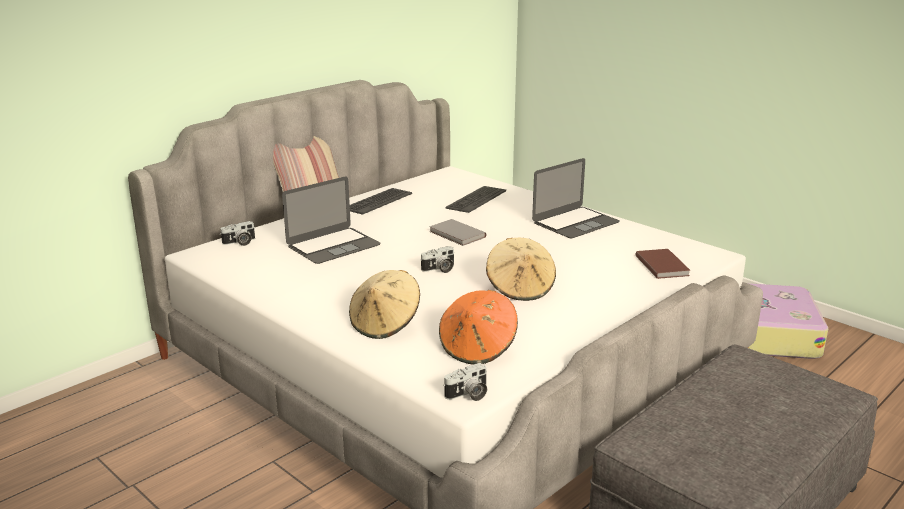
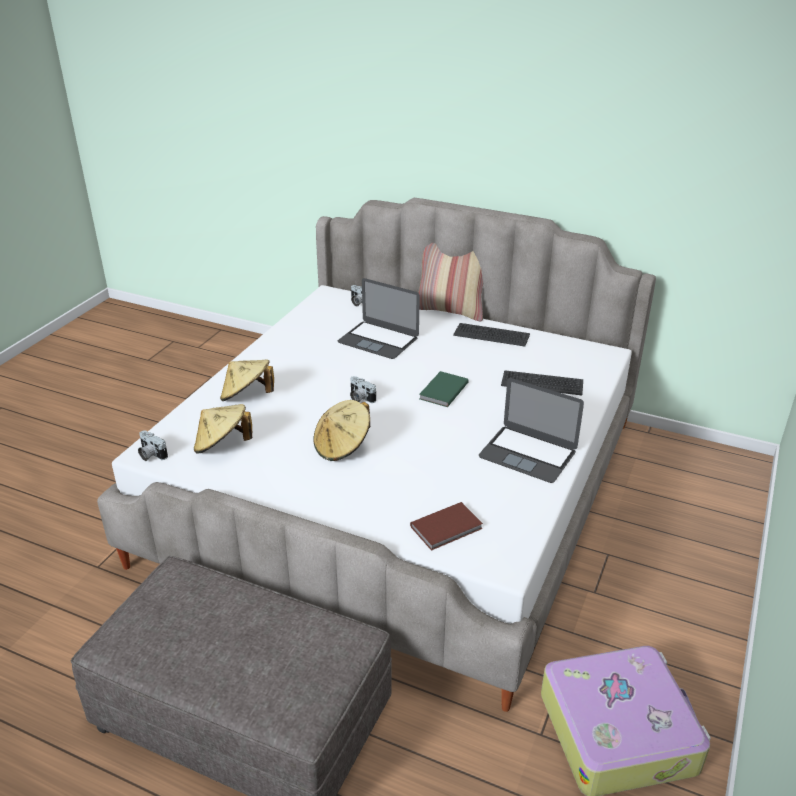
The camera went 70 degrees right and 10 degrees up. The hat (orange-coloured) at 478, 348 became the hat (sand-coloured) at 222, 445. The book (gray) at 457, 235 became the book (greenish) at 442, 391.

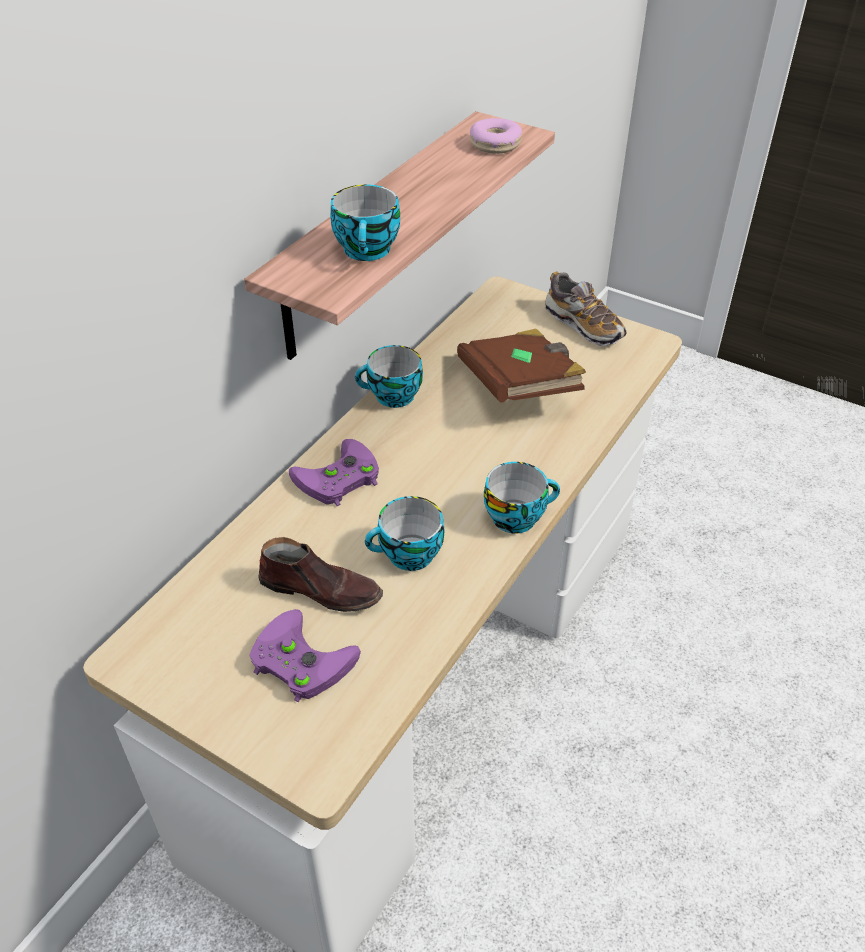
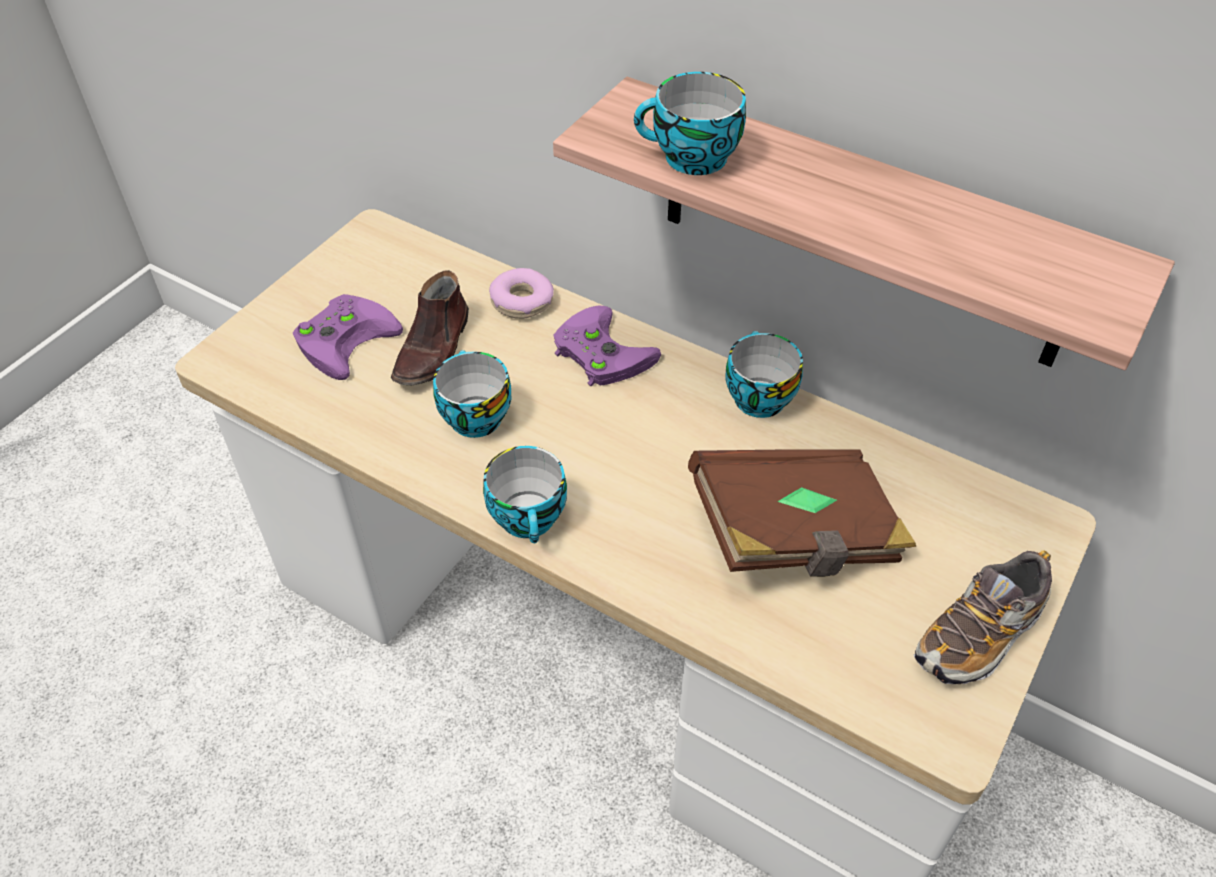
The camera went 90 degrees right and 5 degrees up. The ring doughnut moved from 495, 144 to 522, 302.

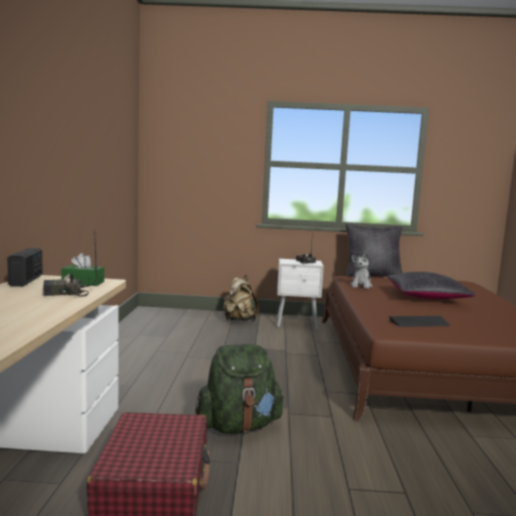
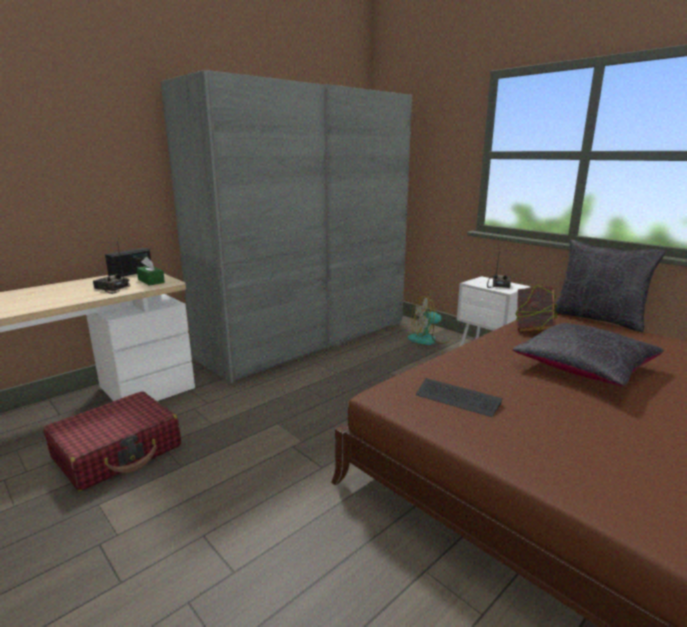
The camera went 45 degrees right and 10 degrees up. The clothes cupboard (gray) at 306, 339 appeared. The rucksack (sand-coloured) at 238, 321 was replaced by the electric fan at 428, 339. The plush toy at 361, 286 was replaced by the book at 532, 330. The rucksack (greenish) at 238, 426 disappeared.

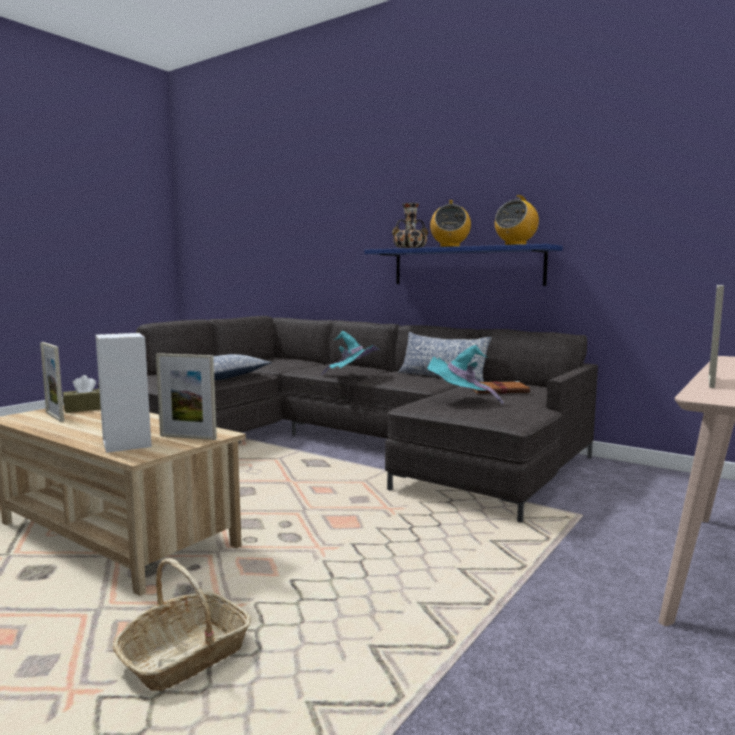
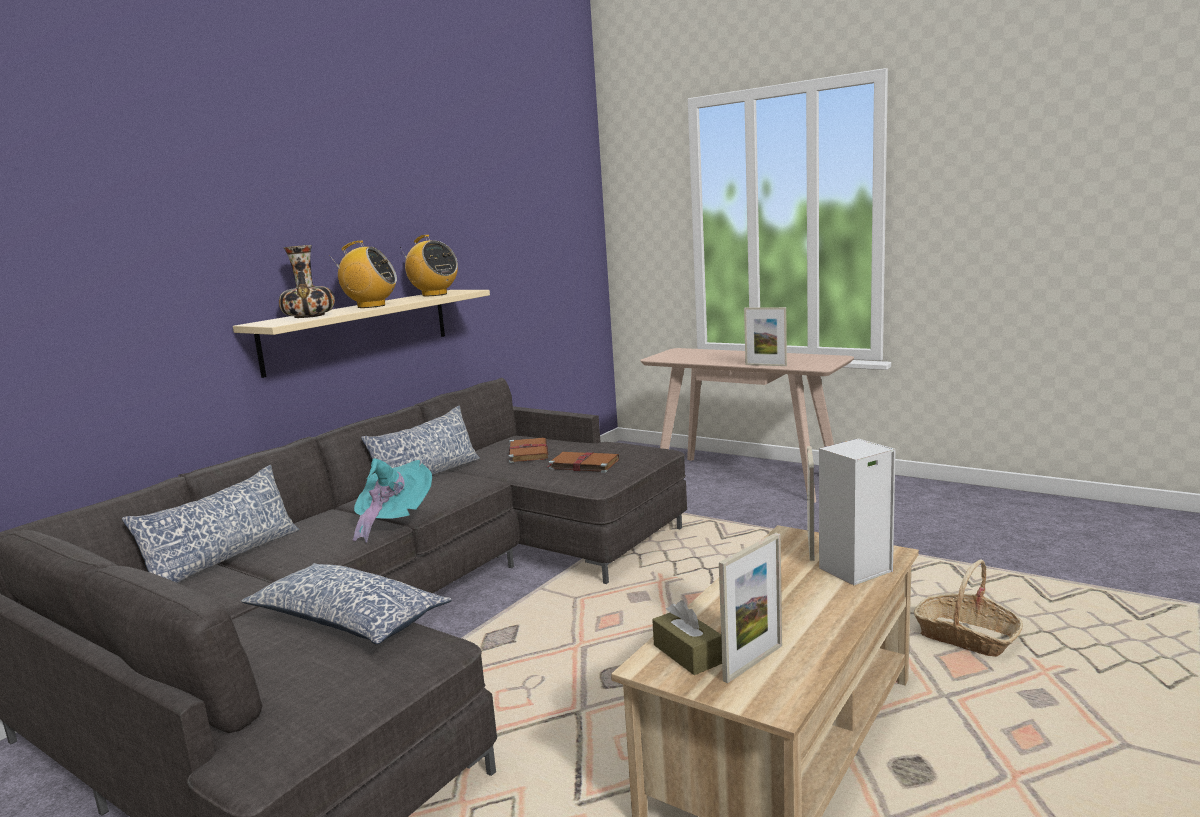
The camera went 90 degrees left and 5 degrees up. The throw pillow at 223, 559 appeared. The bracket shelf (bluish) at 466, 266 became the bracket shelf (sand-coloured) at 359, 330. The hat (turquoise-coloured) at 460, 401 was replaced by the book (brown) at 583, 464.

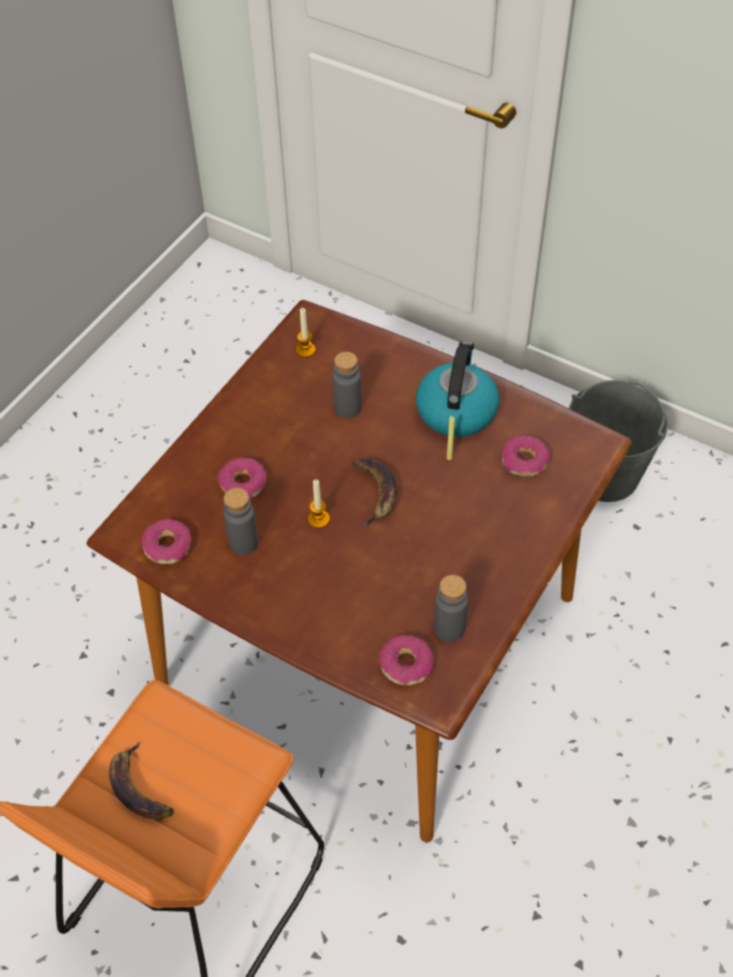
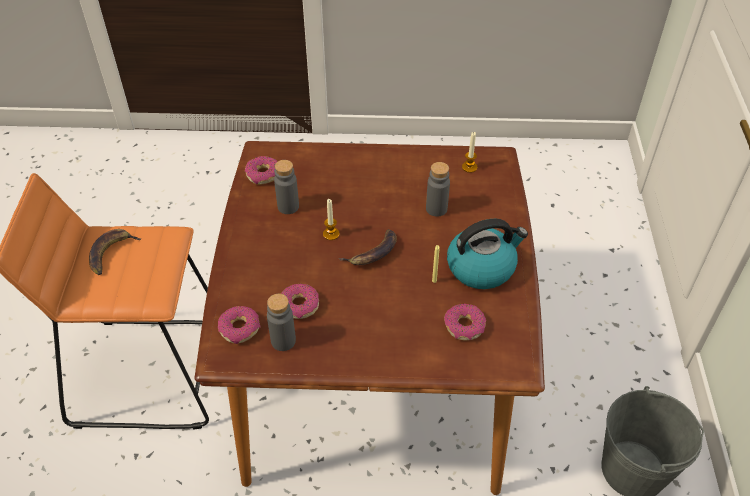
The camera went 60 degrees right and 5 degrees down. The ring doughnut moved from 243, 484 to 299, 306.

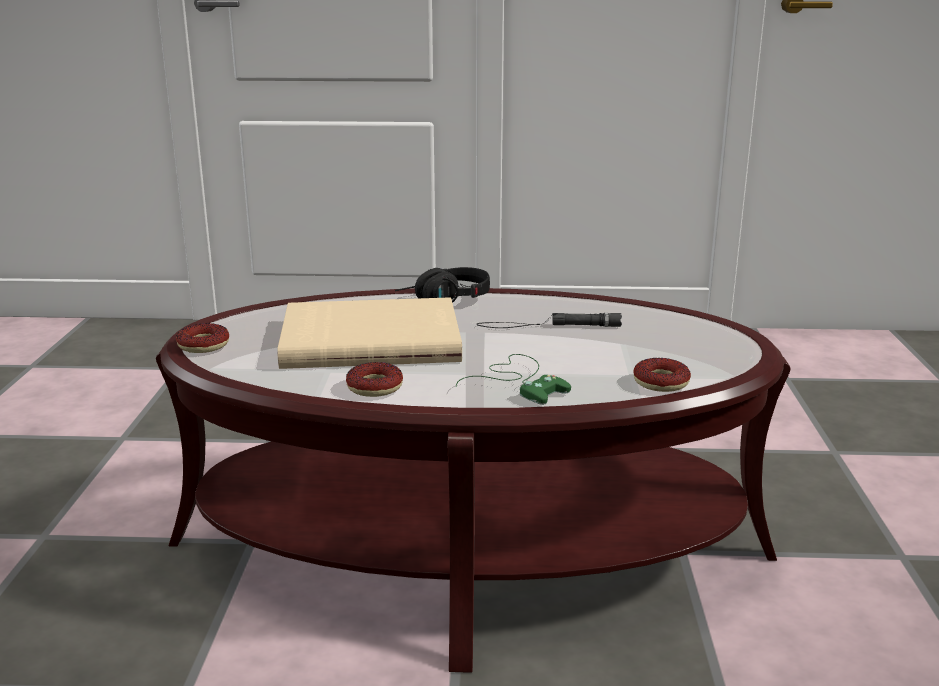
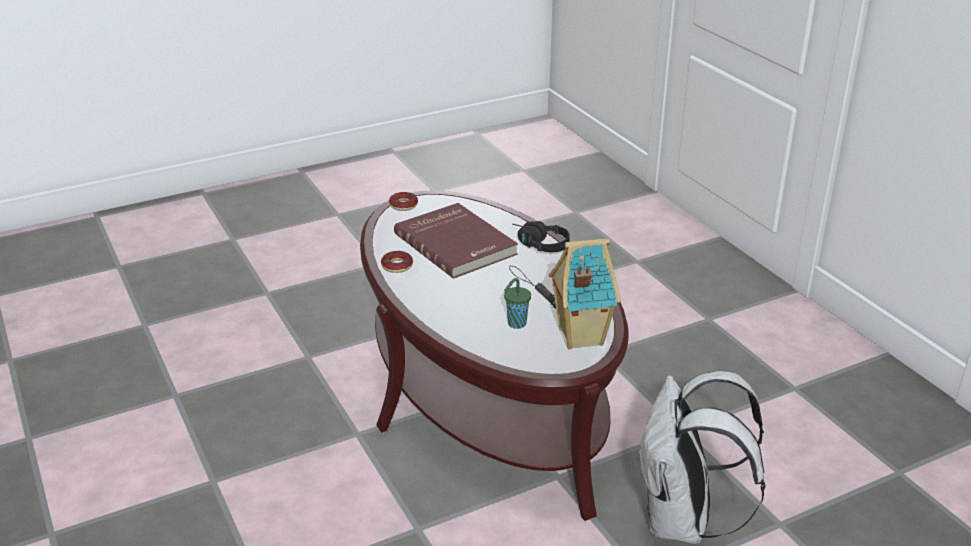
The camera went 60 degrees right and 10 degrees up. The book (sand-coloured) at 371, 339 became the book (red) at 457, 243. The drinking cup (greenish) at 516, 324 appeared. The miniature house at 579, 336 appeared. The rucksack (whitish) at 682, 521 appeared. The gamepad (greenish) at 519, 381 disappeared. The ring doughnut at 661, 382 disappeared.

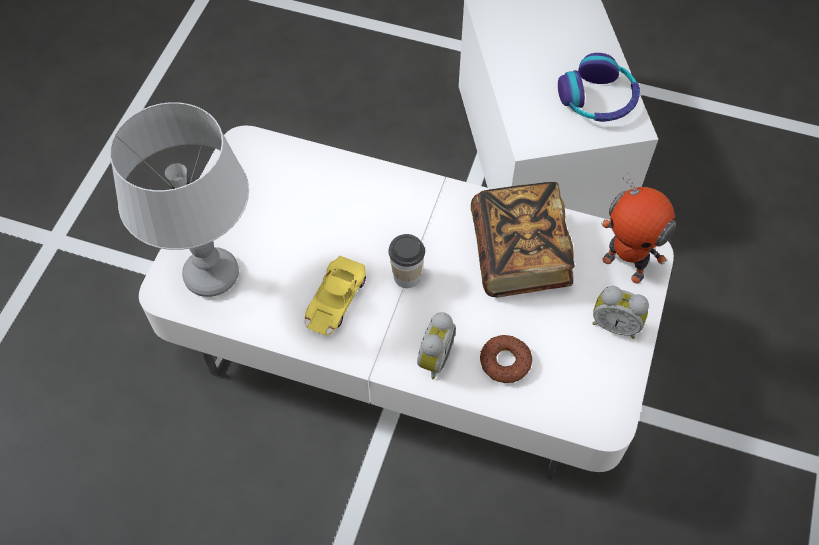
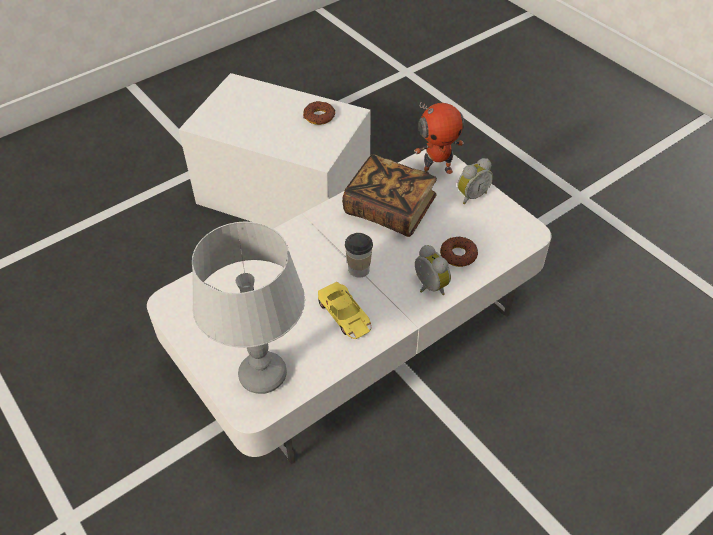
The camera went 55 degrees left and 10 degrees down. The headset at 598, 99 was replaced by the ring doughnut at 319, 116.

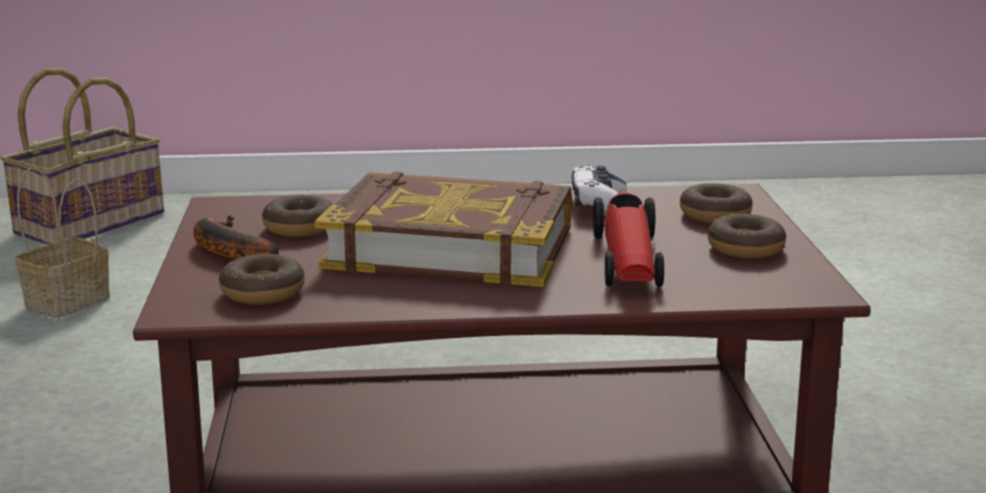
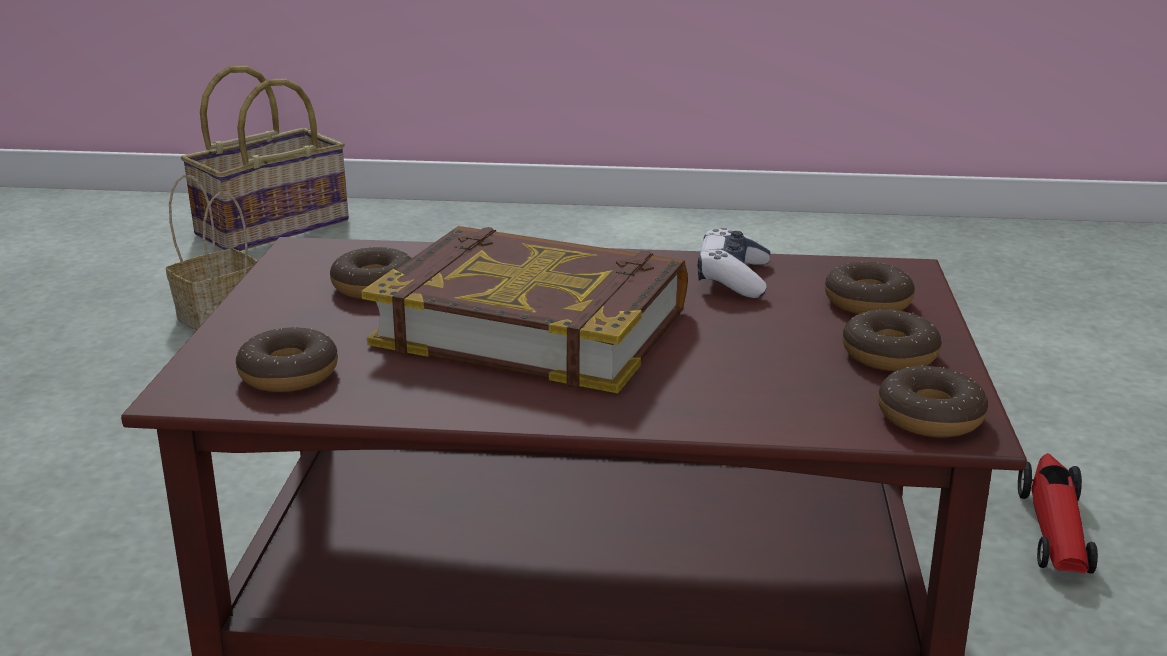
The camera went 10 degrees right and 5 degrees up. The ring doughnut at 930, 417 appeared. The miniature car moved from 627, 259 to 1054, 530. The whole banana at 225, 250 disappeared.

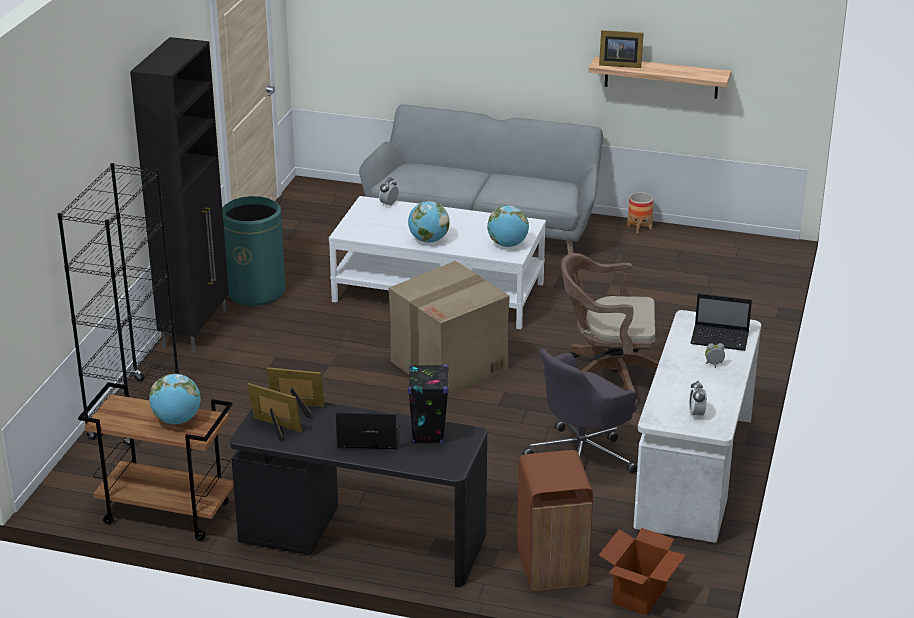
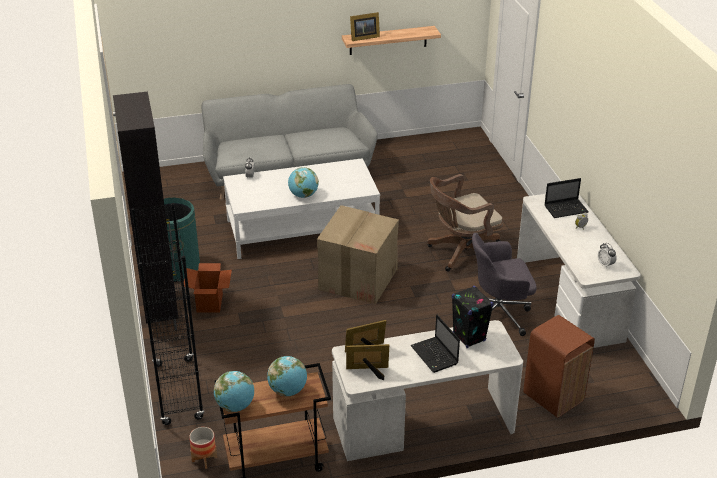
The camera went 30 degrees left and 5 degrees up. The packing box moved from 639, 596 to 209, 303. The plant pot moved from 639, 227 to 204, 459. The desk globe moved from 508, 245 to 235, 406. The desk table (black-coloured) at 362, 539 became the desk table (whitish) at 423, 425. The portable computer at 367, 439 turned 90 degrees counterclockwise. The office chair (gray) at 582, 456 turned 60 degrees clockwise.

